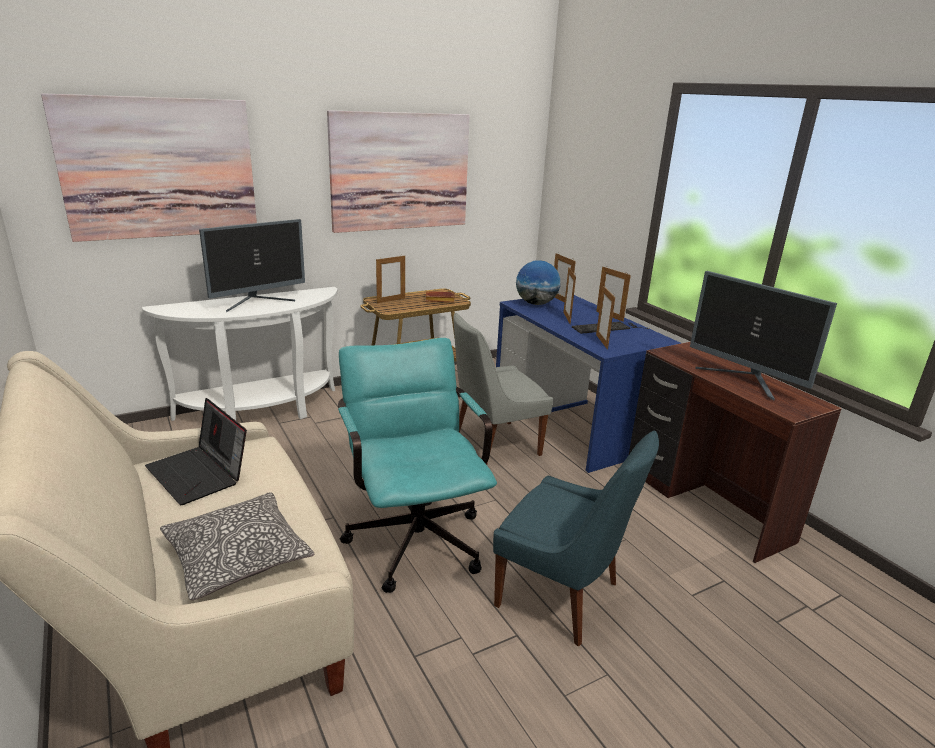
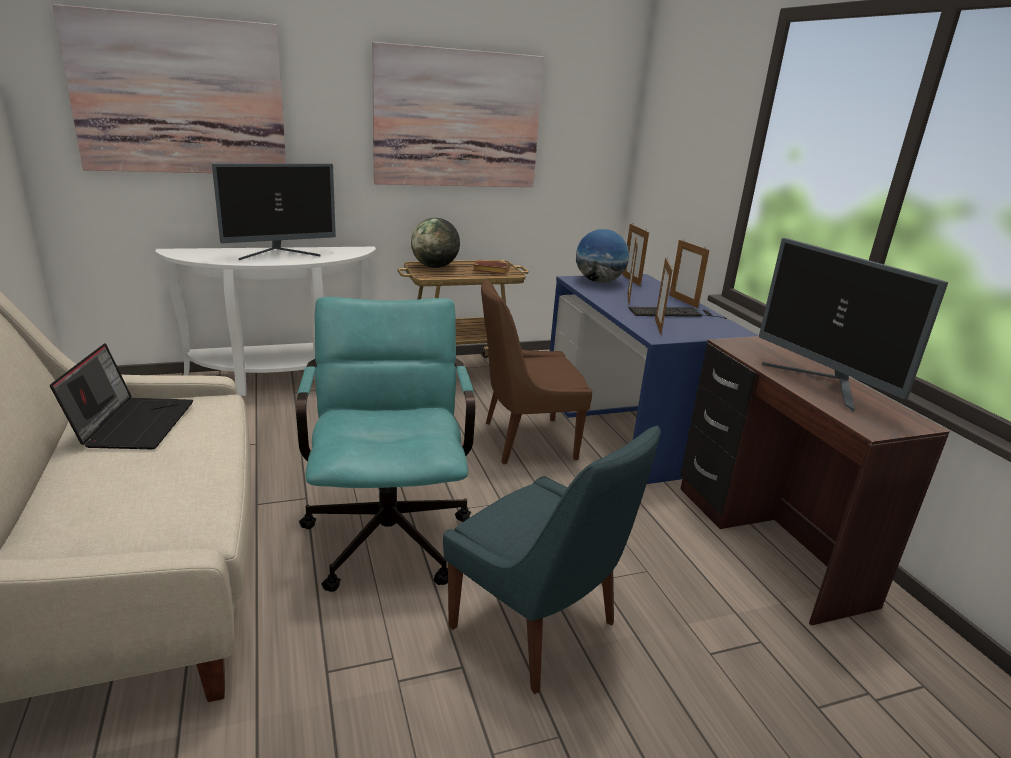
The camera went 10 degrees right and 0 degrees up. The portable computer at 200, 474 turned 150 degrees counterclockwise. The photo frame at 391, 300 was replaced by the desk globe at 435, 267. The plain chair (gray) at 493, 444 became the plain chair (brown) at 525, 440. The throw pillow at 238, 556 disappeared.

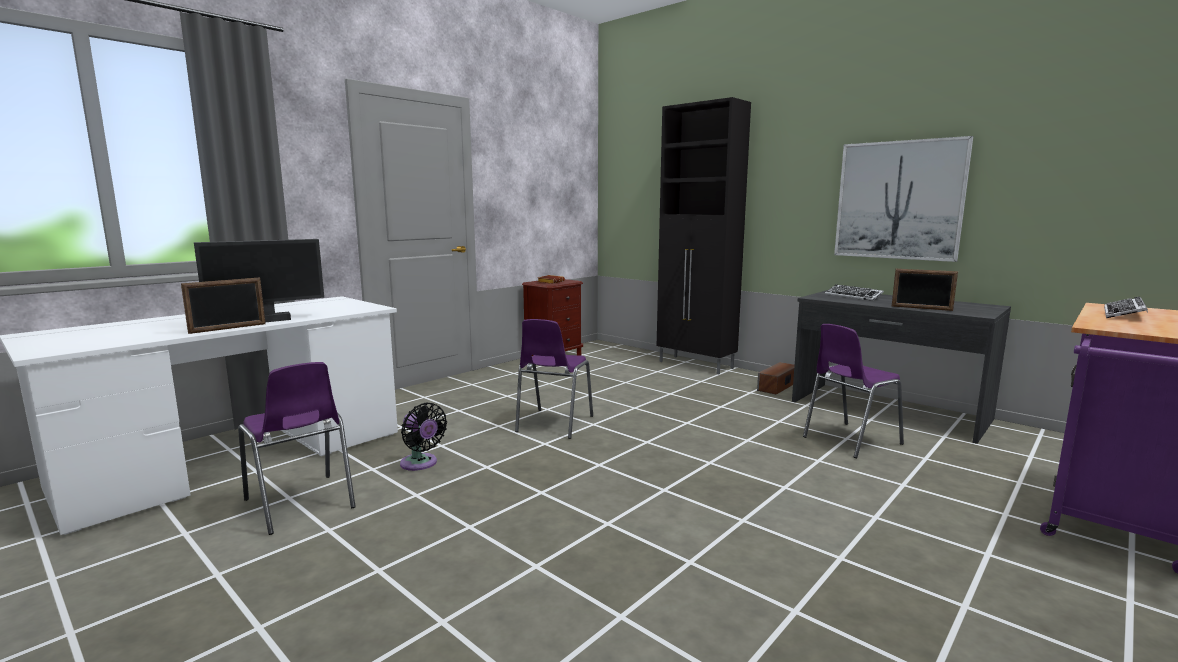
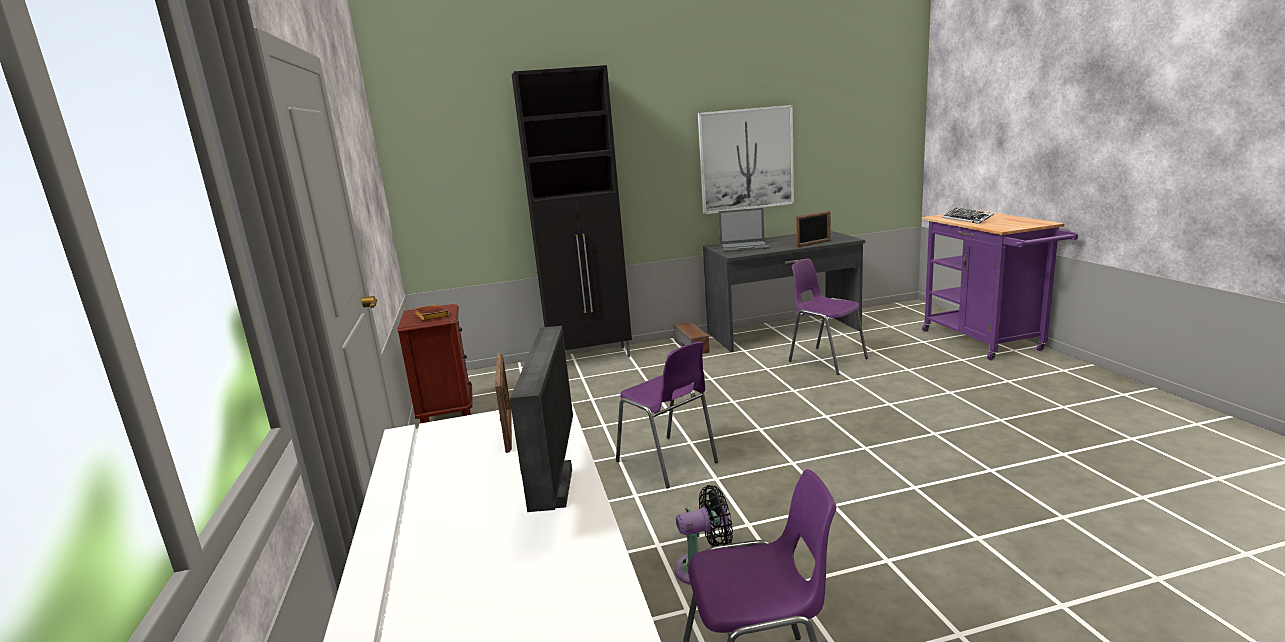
The camera went 55 degrees left and 5 degrees up. The photo frame moved from 228, 328 to 508, 430. The computer keyboard at 853, 296 was replaced by the portable computer at 745, 247. The plain chair (purple) at 849, 440 turned 135 degrees clockwise.

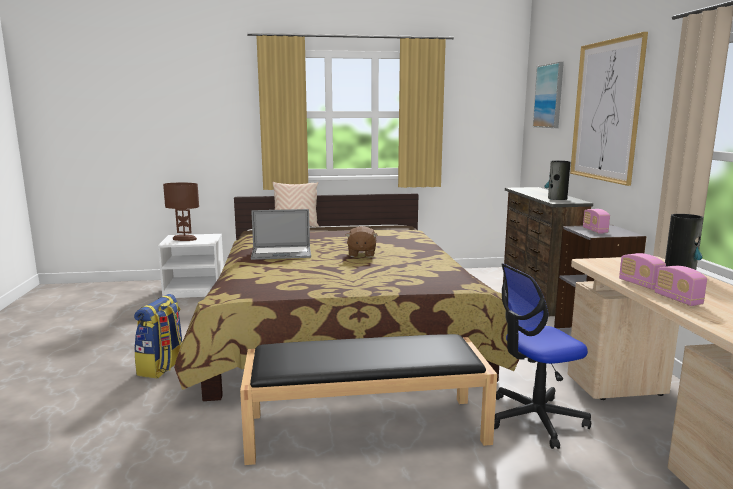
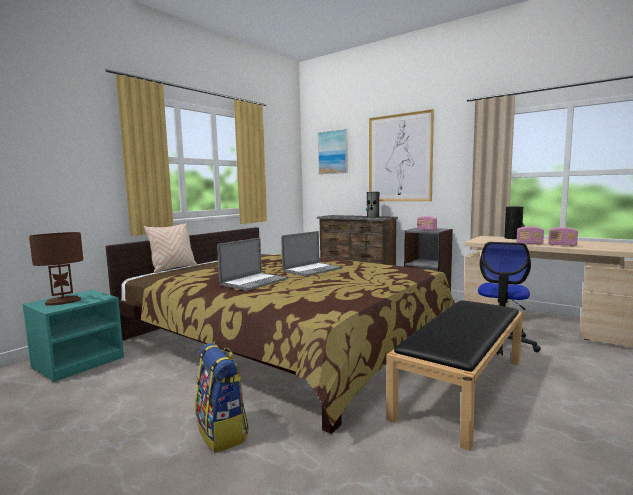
The camera went 45 degrees left and 5 degrees down. The bedside table (whitish) at 195, 290 became the bedside table (turquoise-coloured) at 78, 362. The plush toy (brown) at 361, 254 was replaced by the portable computer at 312, 270.

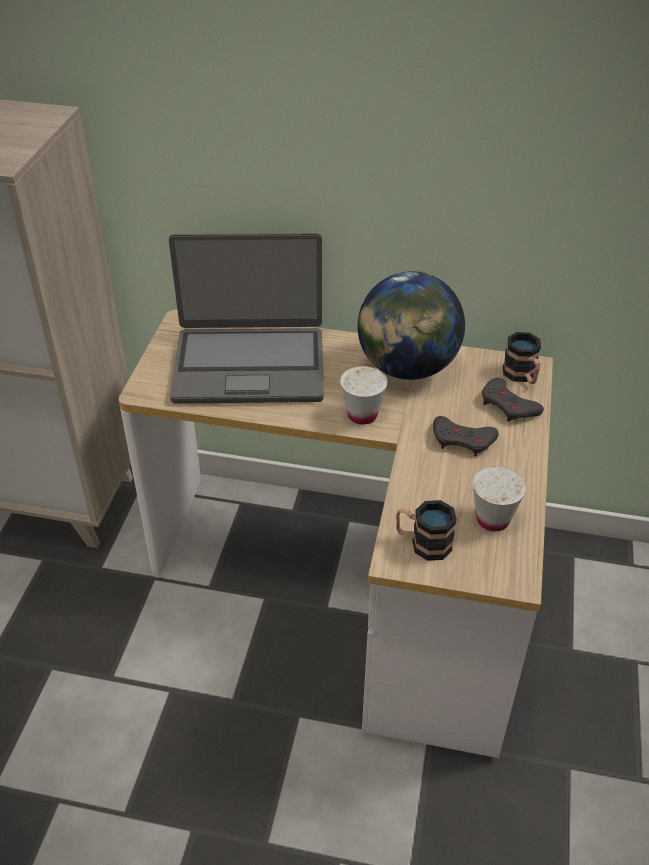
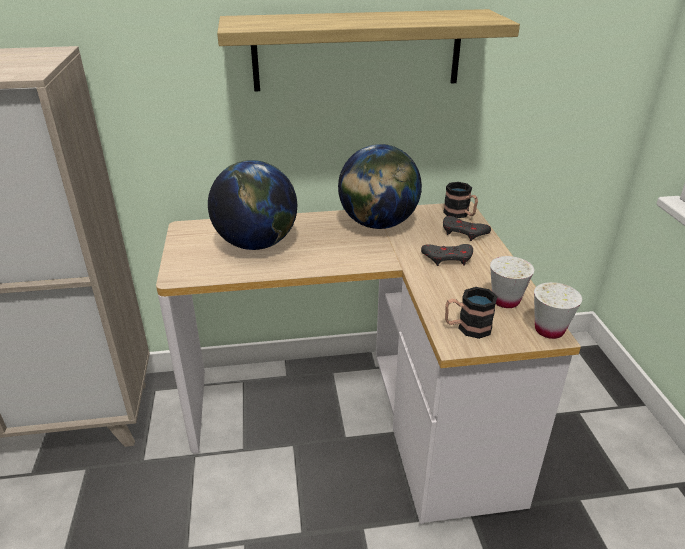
The camera went 20 degrees left and 10 degrees down. The portable computer at 249, 365 was replaced by the desk globe at 256, 244. The bracket shelf at 357, 50 appeared. The drinking cup (whitish) moved from 362, 415 to 549, 330.

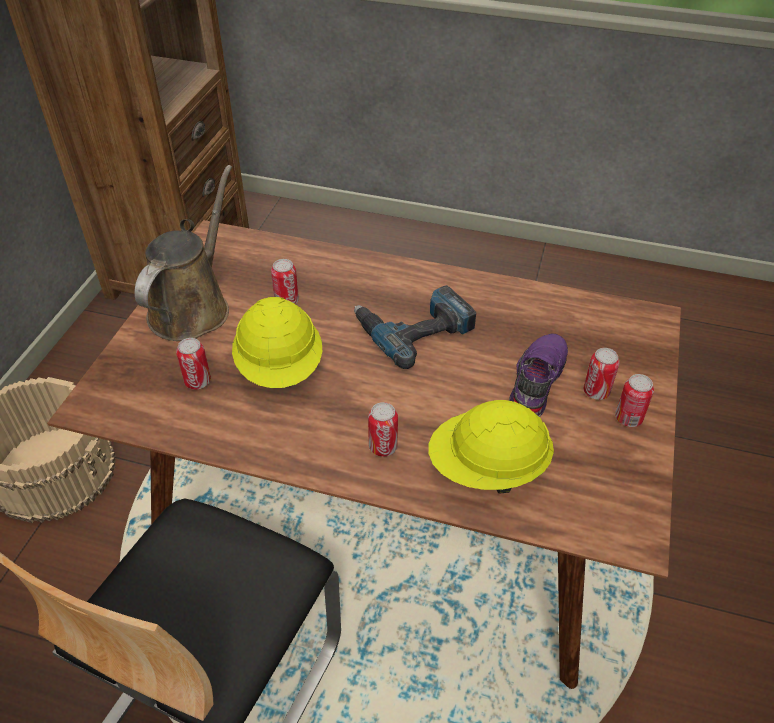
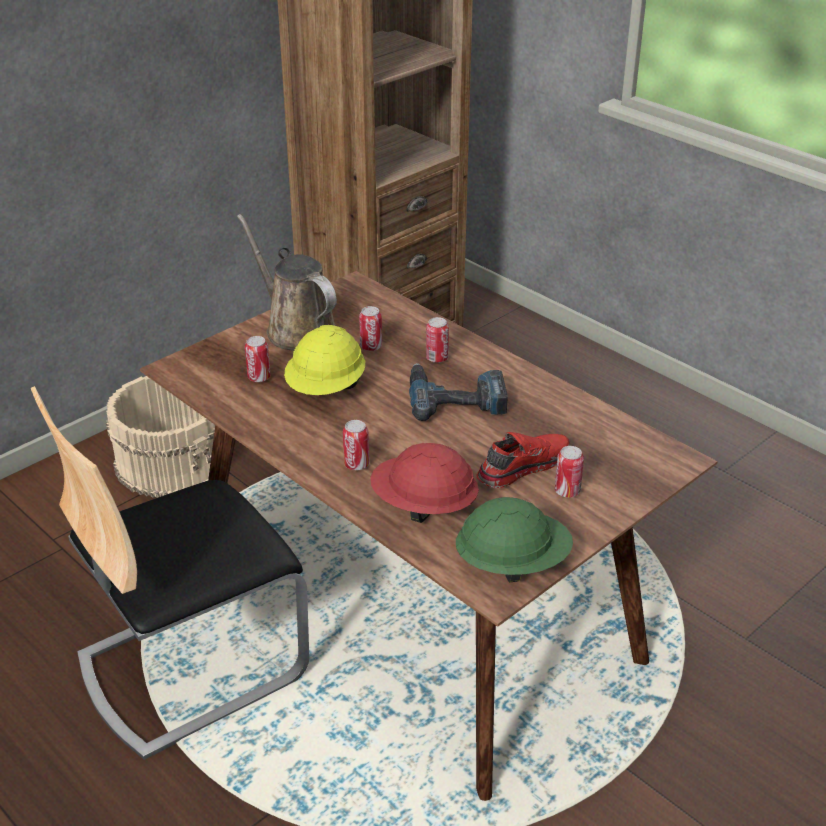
The camera went 30 degrees right and 10 degrees down. The watering can (brown) at 193, 307 turned 90 degrees counterclockwise. The work helmet (yellowish) at 487, 468 became the work helmet (red) at 423, 506. The can moved from 628, 418 to 437, 358. The work helmet (greenish) at 512, 564 appeared. The item of footwear (purple) at 535, 381 became the item of footwear (red) at 521, 466.

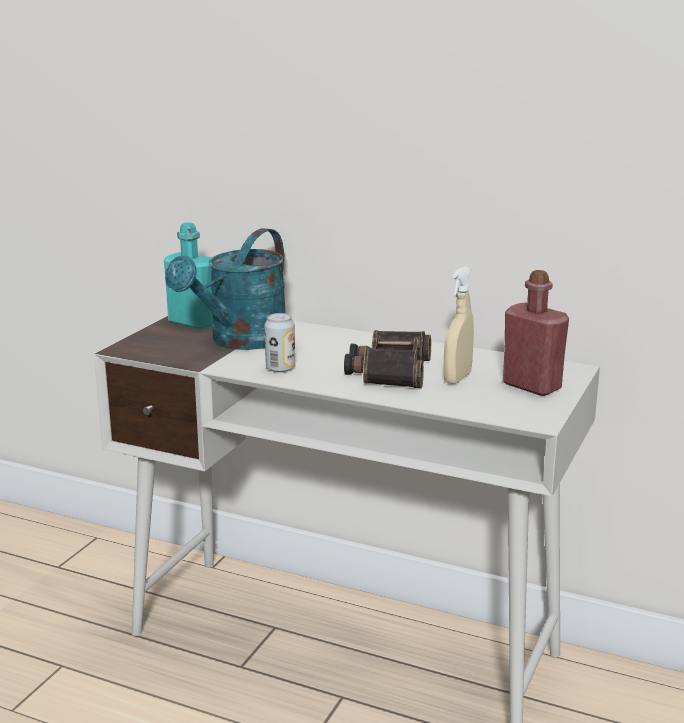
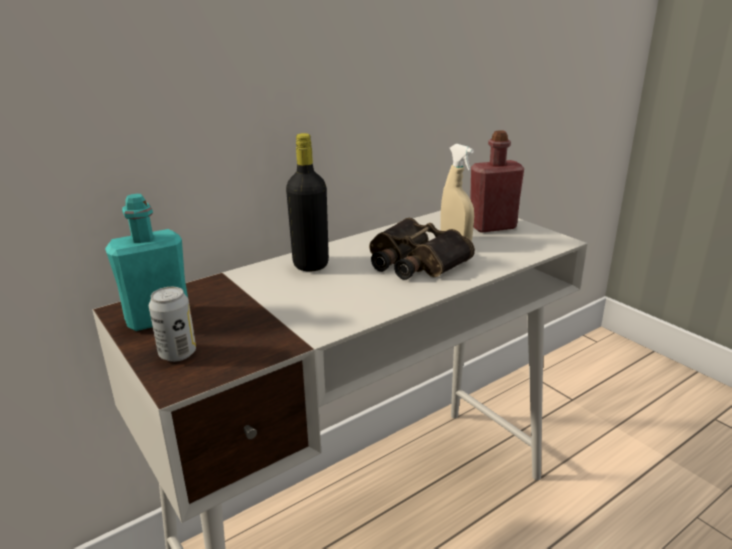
The camera went 60 degrees left and 5 degrees up. The can moved from 280, 368 to 177, 354. The drink bottle (black-coloured) at 310, 264 appeared. The watering can (turquoise-coloured) at 240, 341 disappeared.

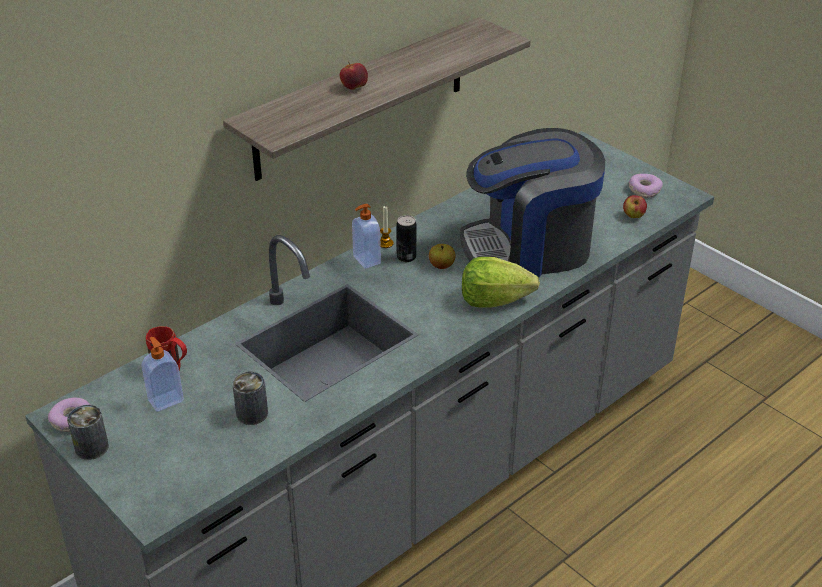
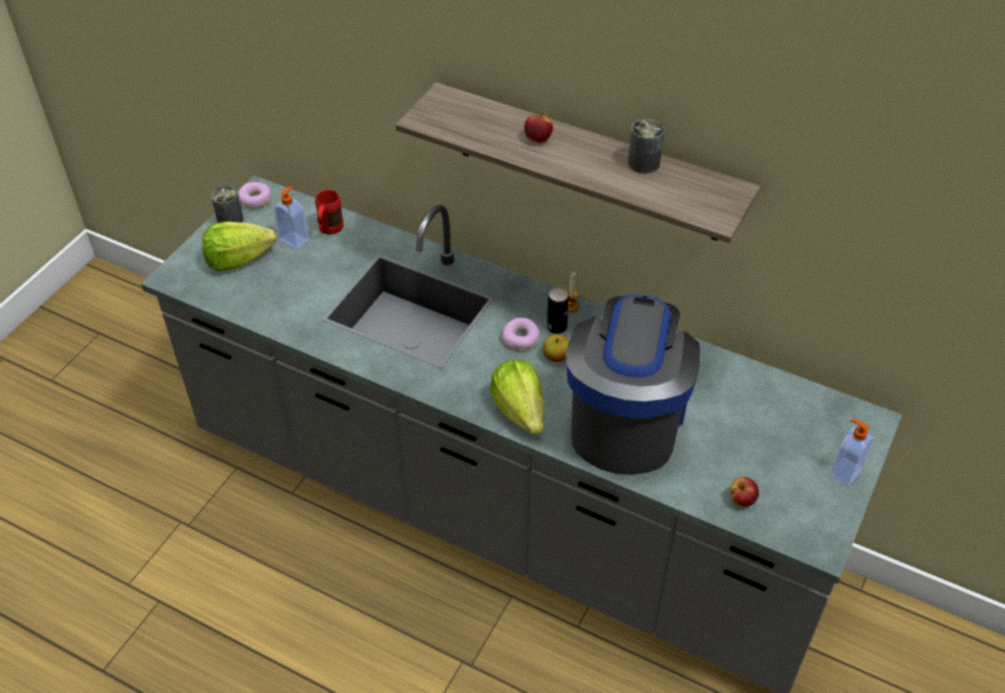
The camera went 70 degrees right and 10 degrees up. The lettuce at 238, 259 appeared. The ring doughnut moved from 644, 190 to 521, 338. The coffee brewer at 530, 247 turned 45 degrees clockwise. The can moved from 252, 413 to 643, 163. The soap bottle moved from 366, 260 to 844, 471.

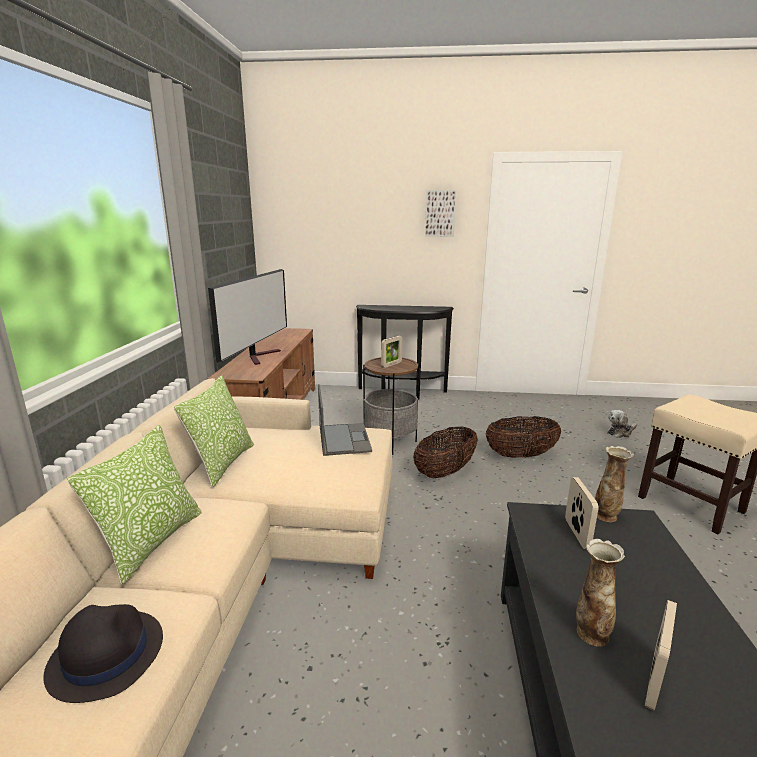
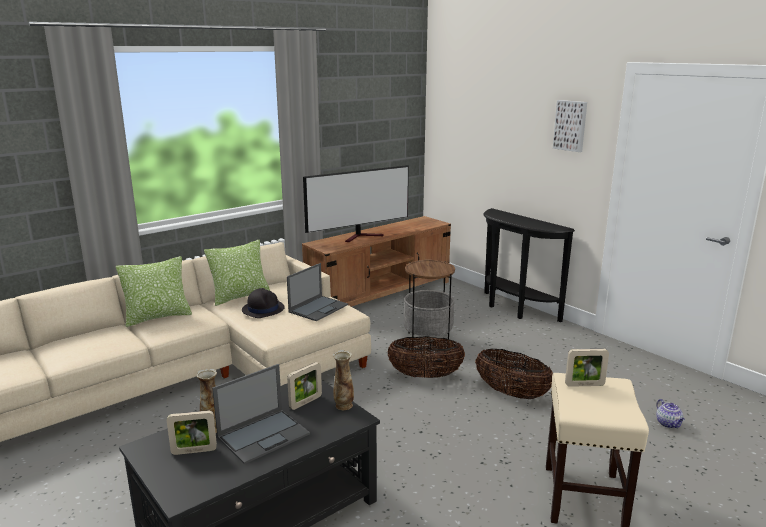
The camera went 45 degrees right and 0 degrees up. The portable computer at 264, 435 appeared. The hat (black-coloured) moved from 106, 654 to 263, 309. The photo frame moved from 391, 364 to 584, 385. The plush toy at 620, 432 was replaced by the pot for tea at 668, 424.

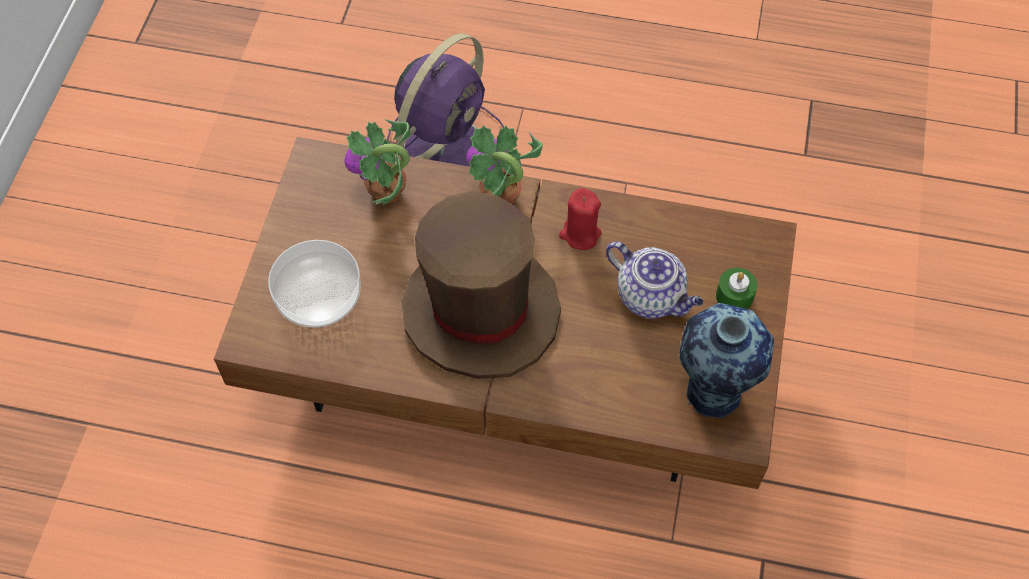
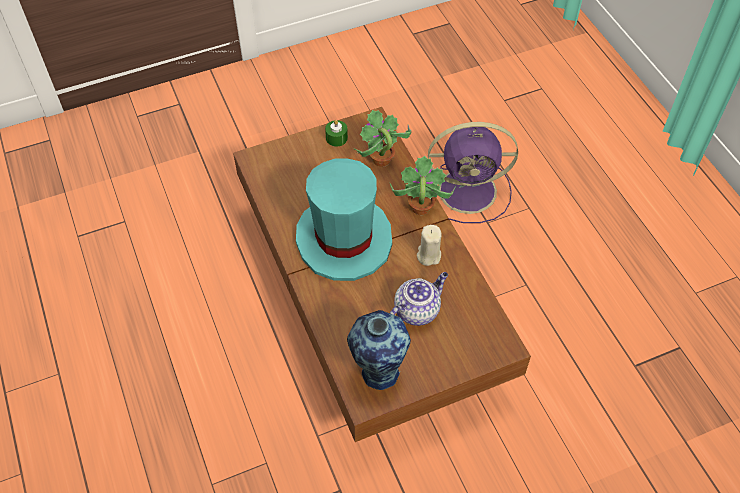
The camera went 55 degrees right and 5 degrees down. The hat (brown) at 481, 310 became the hat (turquoise-coloured) at 344, 239. The wax candle (greenish) moved from 734, 296 to 336, 138. The pot for tea at 651, 297 turned 135 degrees counterclockwise. The wax candle (red) at 580, 234 became the wax candle (sand-coloured) at 428, 255. The serving bowl at 320, 298 disappeared.

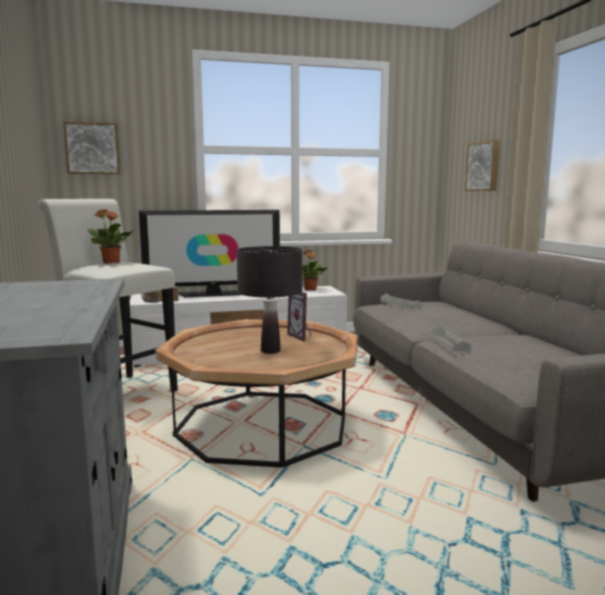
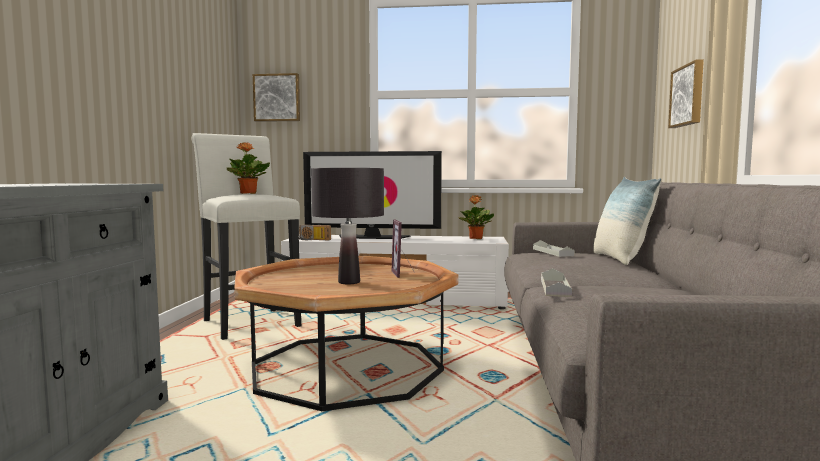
The camera went 20 degrees right and 5 degrees down. The throw pillow at 619, 259 appeared.

